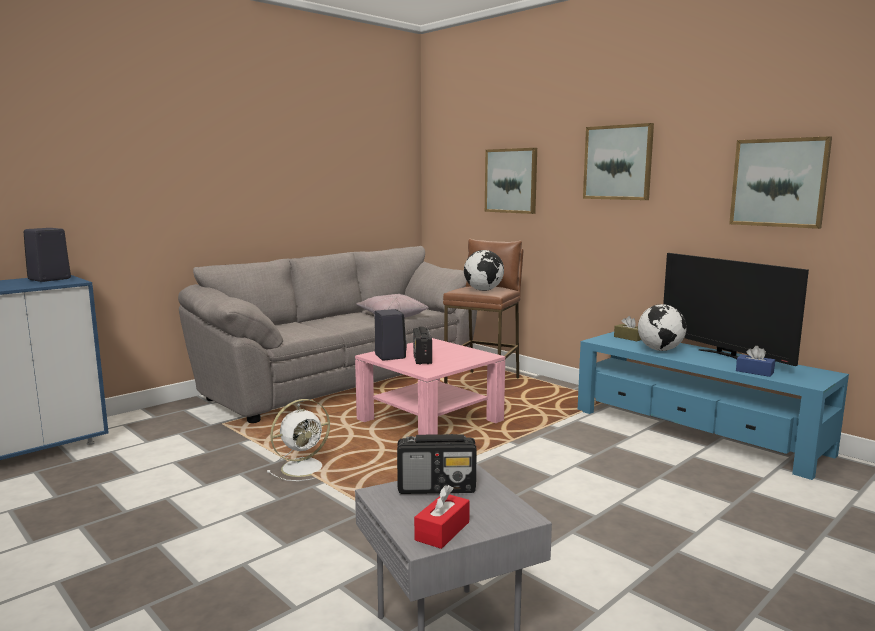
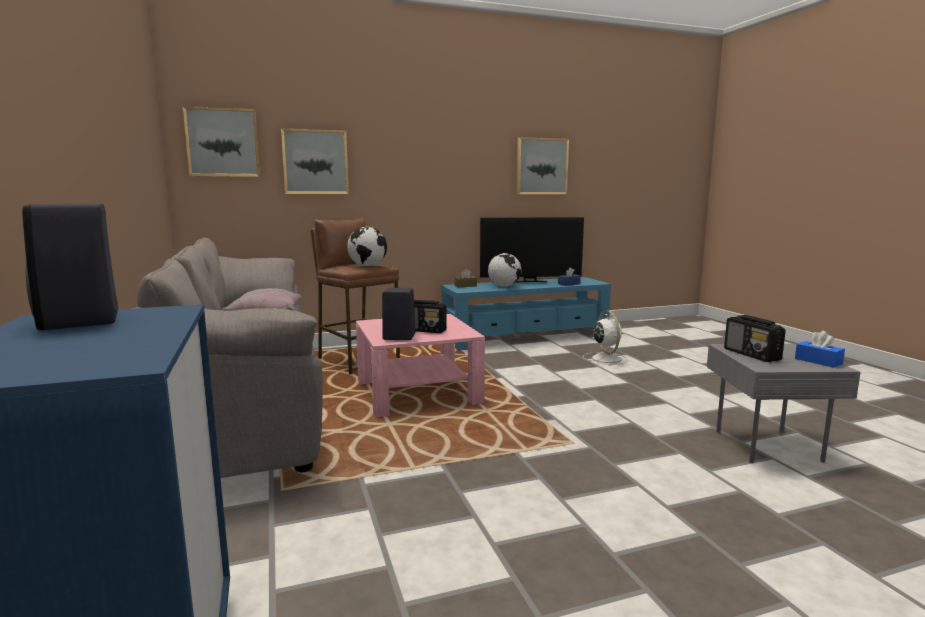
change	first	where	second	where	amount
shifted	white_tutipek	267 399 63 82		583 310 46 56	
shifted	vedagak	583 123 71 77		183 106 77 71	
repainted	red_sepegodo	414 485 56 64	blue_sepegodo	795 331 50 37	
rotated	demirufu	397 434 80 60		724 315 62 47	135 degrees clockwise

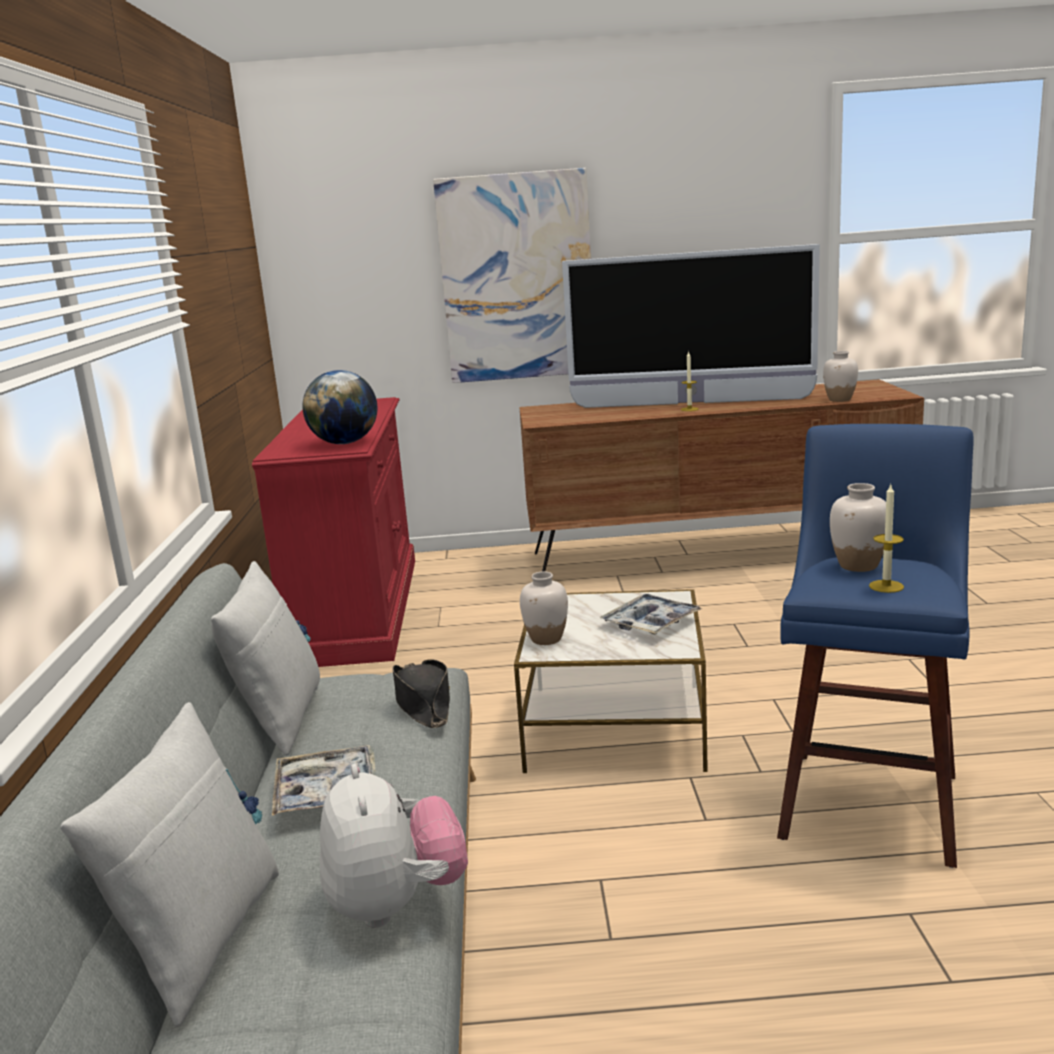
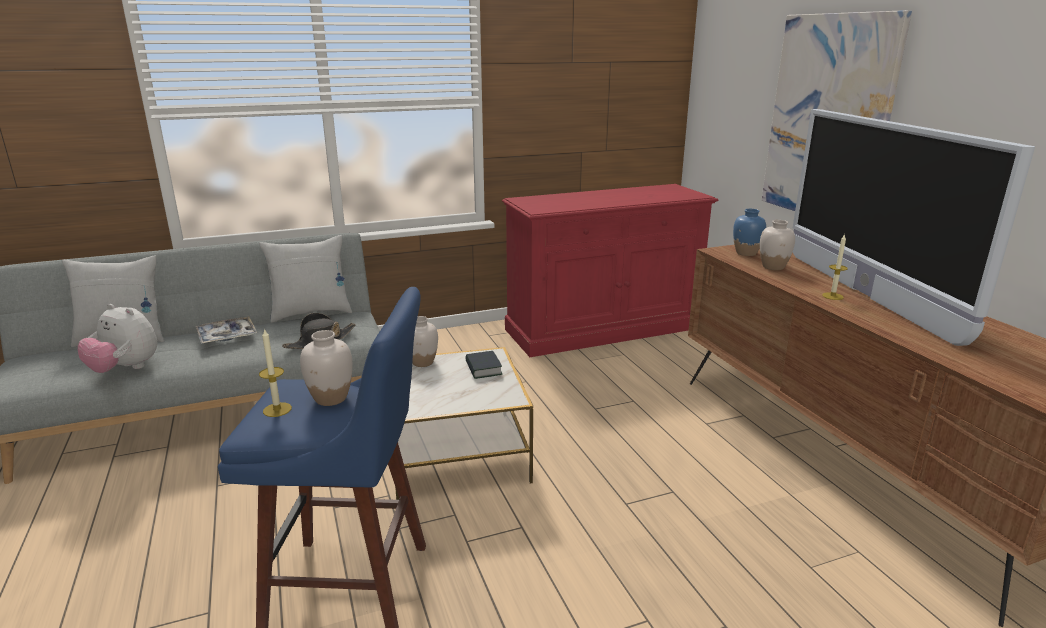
change	first	where	second	where	amount
gone	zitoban	303 370 74 74			
gone	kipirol	600 593 102 42			
new			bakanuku	465 351 37 28	
new			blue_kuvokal	733 209 33 47	
shifted	white_kuvokal	823 351 35 51		760 220 35 50	
rotated	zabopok	320 764 148 164		77 304 80 69	60 degrees clockwise

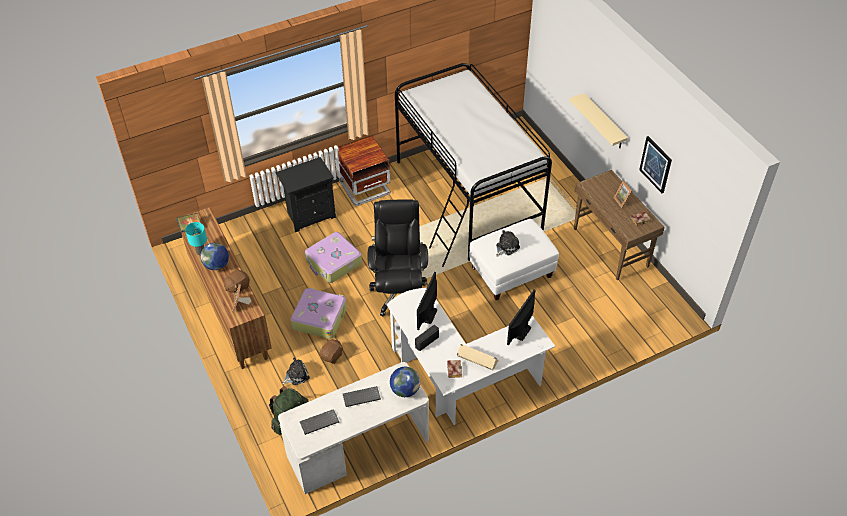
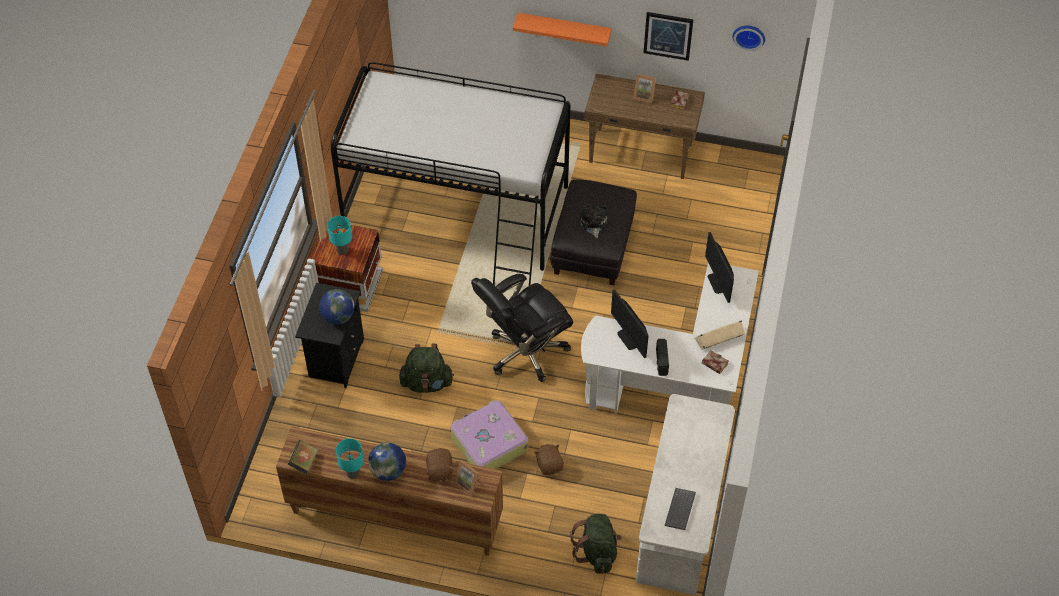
change	first	where	second	where	amount
gone	zabopok	282 358 28 27			
gone	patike	343 386 38 21			
new			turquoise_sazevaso	327 216 25 39	
new			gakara	733 26 32 25	
shifted	zitoban	390 367 30 30		319 289 35 35	
swapped	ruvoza	305 232 57 51	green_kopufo	399 344 55 49	
repainted	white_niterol	469 219 90 81	black_niterol	551 180 86 105	
repainted	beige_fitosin	570 93 58 55	orange_fitosin	513 13 99 33	
rotated	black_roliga	367 199 61 118		471 274 102 108	75 degrees counterclockwise

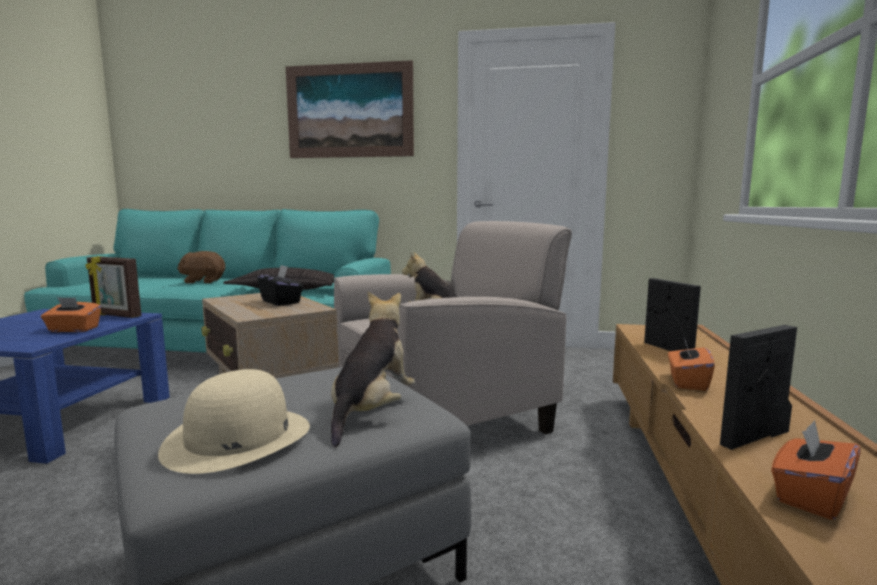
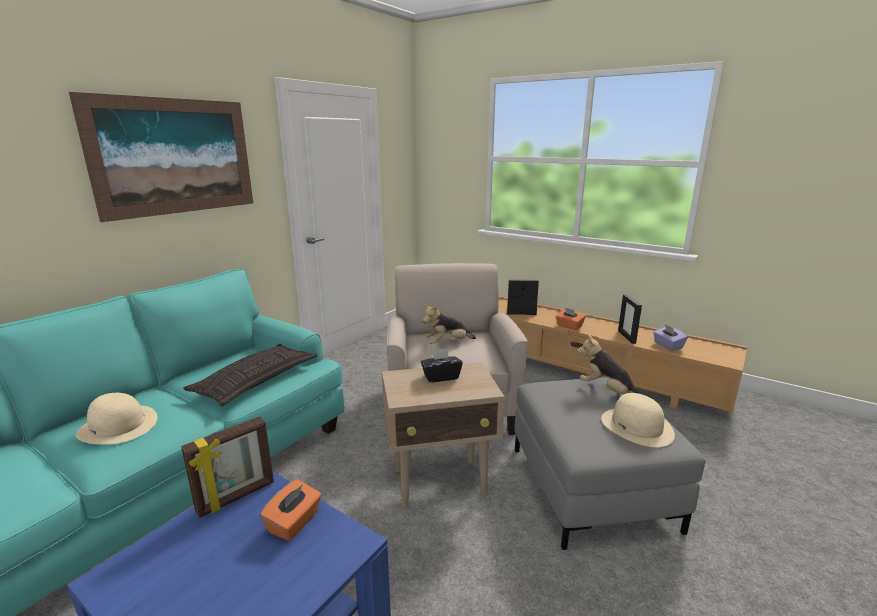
change	first	where	second	where	amount
swapped	brown_zabopok	177 251 48 32	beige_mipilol	76 393 81 52	
repainted	orange_sepegodo	771 420 90 100	purple_sepegodo	653 324 35 27	

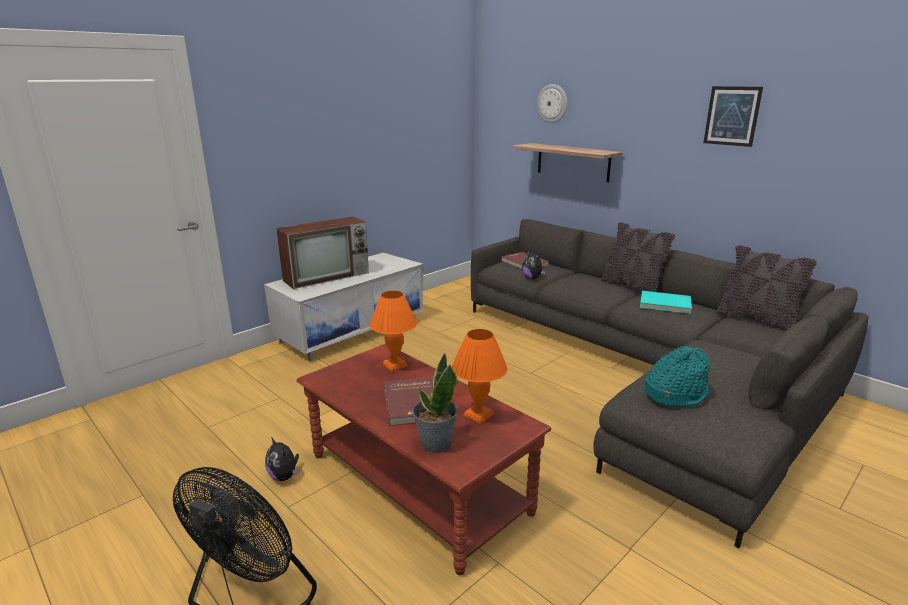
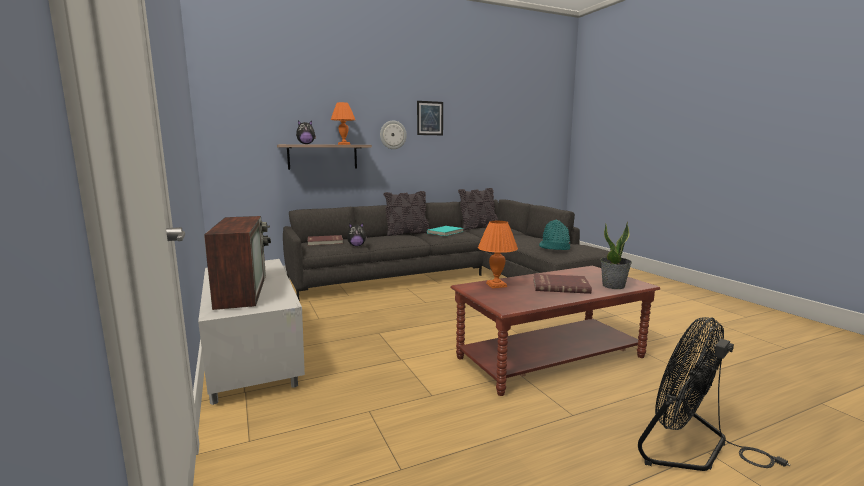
change	first	where	second	where	amount
shifted	zabopok	265 437 34 44		296 121 20 23	
shifted	orange_sazevaso	452 329 56 95		331 102 24 43	
shifted	gakara	537 84 30 39		380 120 27 29	

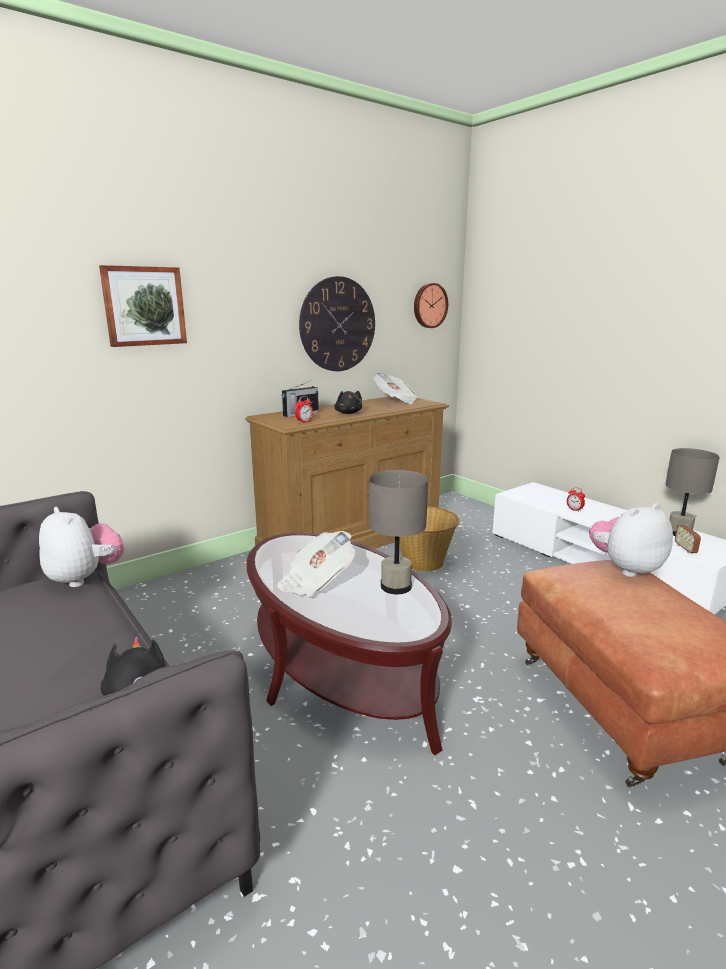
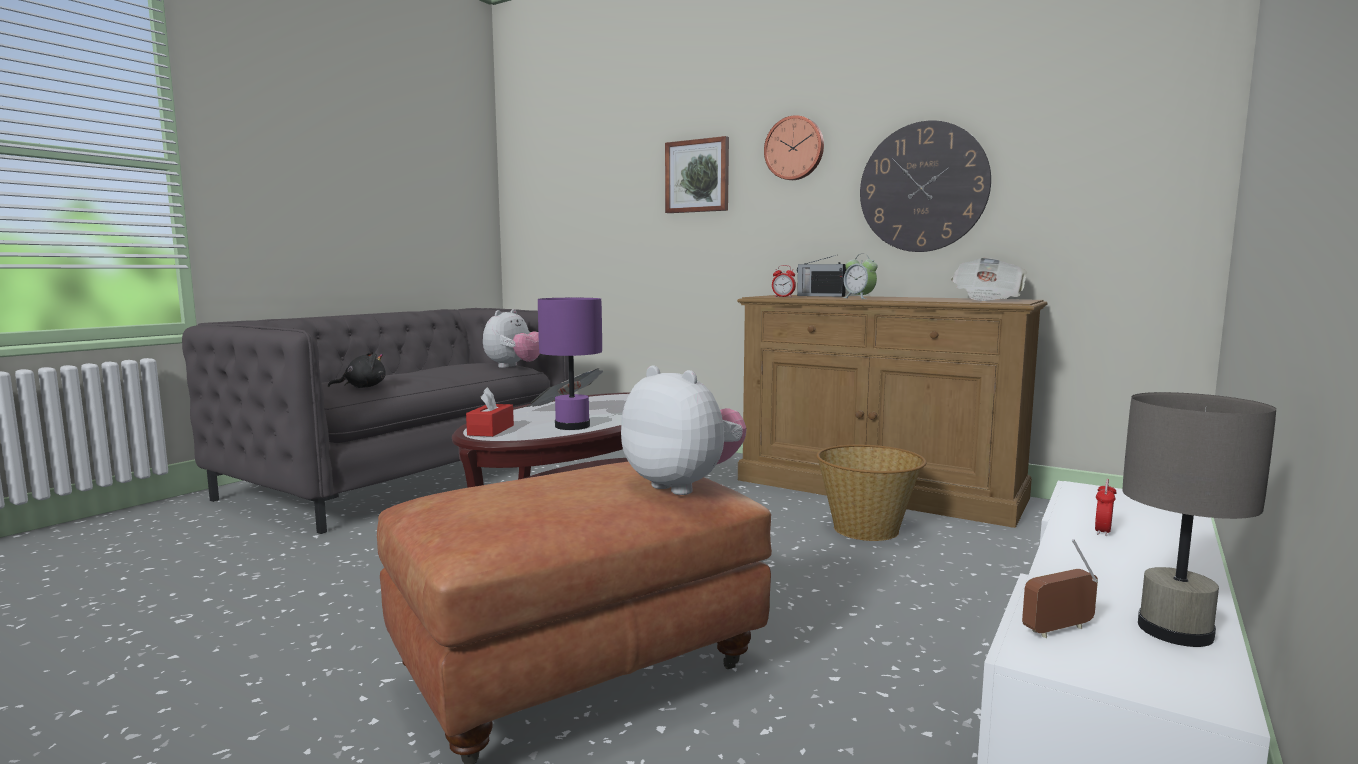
change	first	where	second	where	amount
new			red_sepegodo	466 387 48 50	
shifted	gakara	414 283 34 45		764 115 60 65	
swapped	black_zabopok	334 391 28 23	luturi	843 254 35 45	
repainted	grey_sazevaso	369 470 59 124	purple_sazevaso	538 298 64 132	

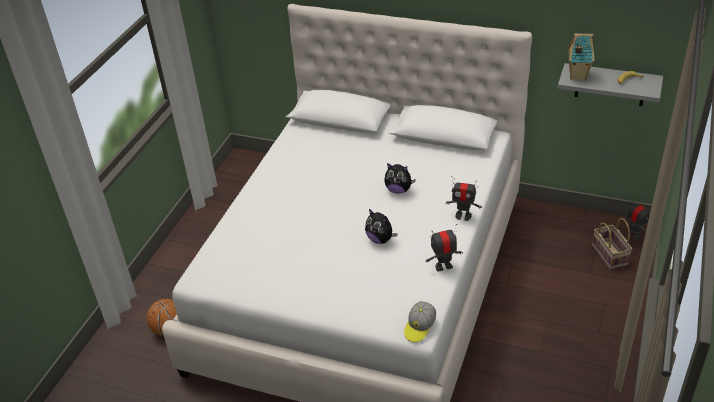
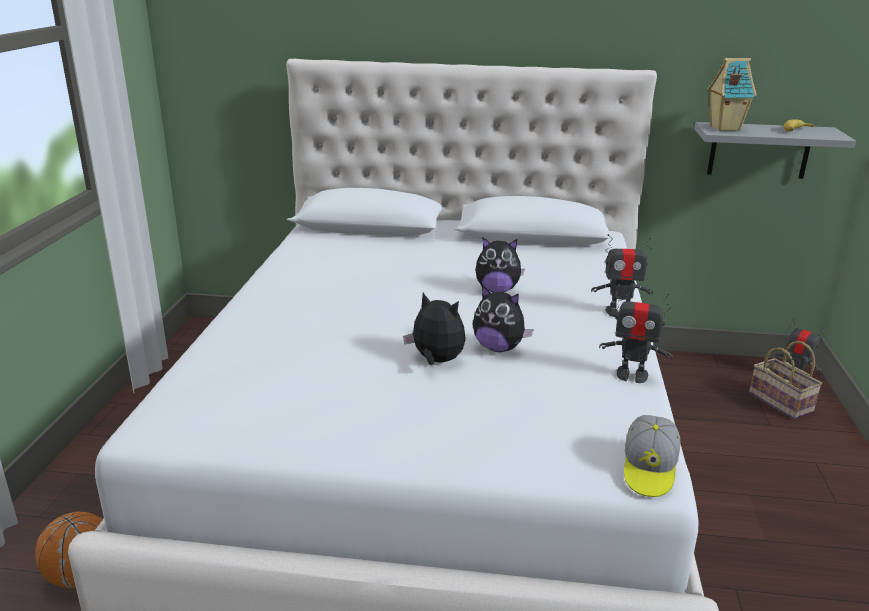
change	first	where	second	where	amount
new			zabopok	403 293 63 72	
rotated	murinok	426 224 37 48		599 284 74 99	135 degrees counterclockwise

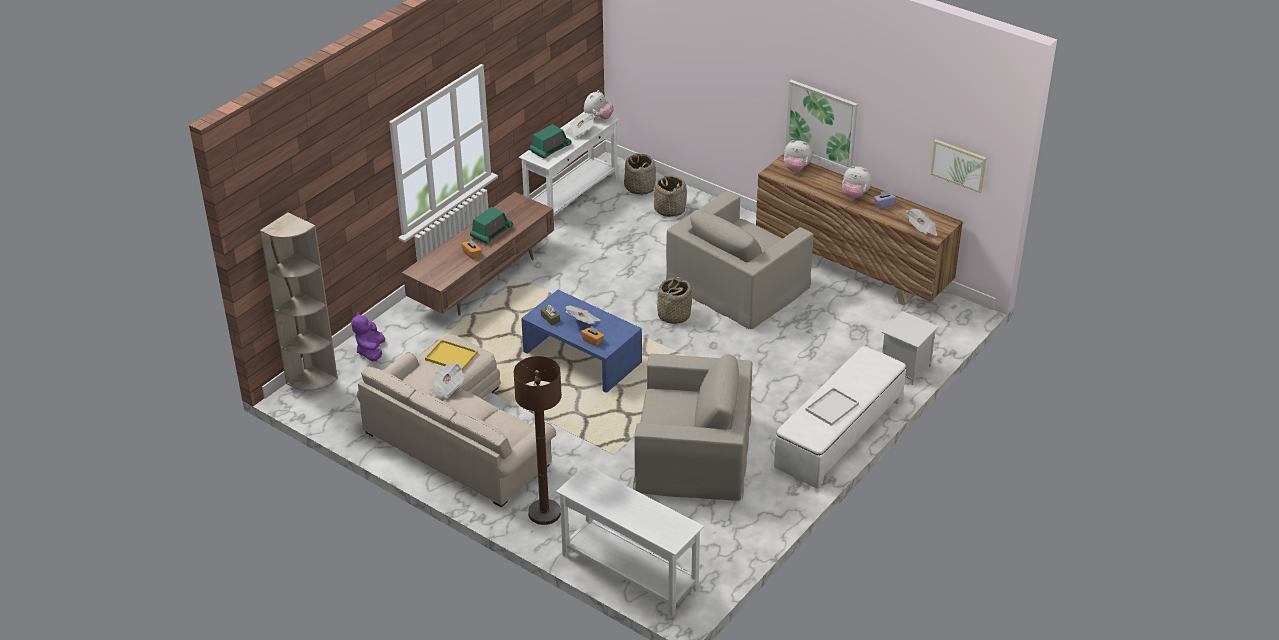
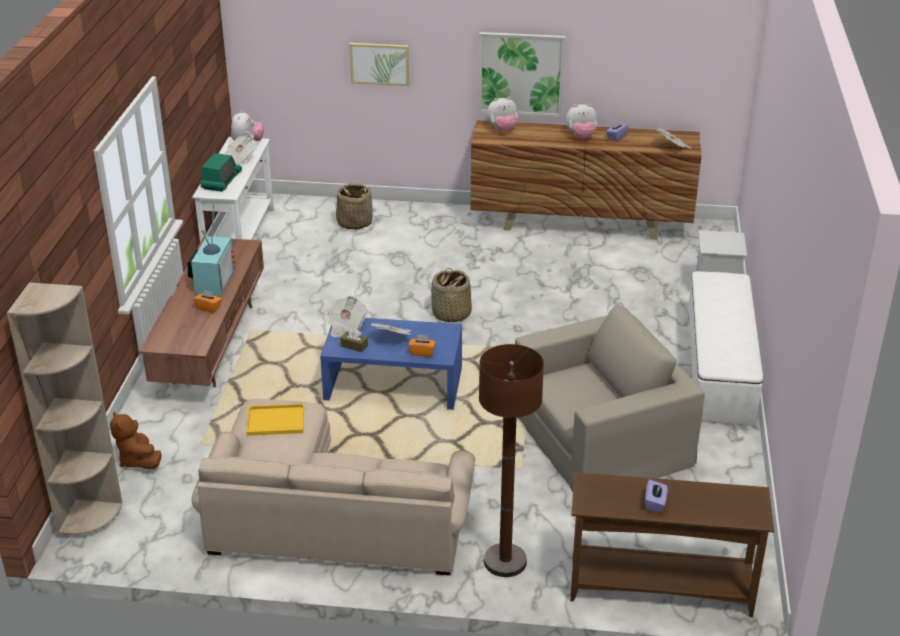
change	first	where	second	where	amount
gone	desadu	624 153 32 42			
gone	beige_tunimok	666 191 147 138			
gone	white_kipirol	805 387 54 39			
new			purple_sepegodo	645 479 23 33	
shifted	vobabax	429 363 35 35		328 296 39 41	
shifted	vedagak	931 140 55 53		349 43 60 43	
swapped	demirufu	470 207 43 37	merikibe	188 205 47 92	
repainted	purple_zabopok	351 312 34 50	brown_zabopok	110 411 52 58	
repainted	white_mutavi	556 465 148 151	brown_mutavi	570 472 204 145	

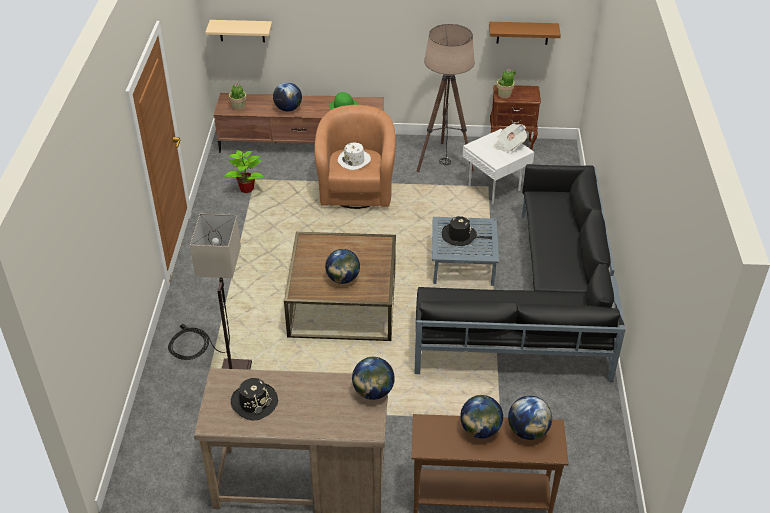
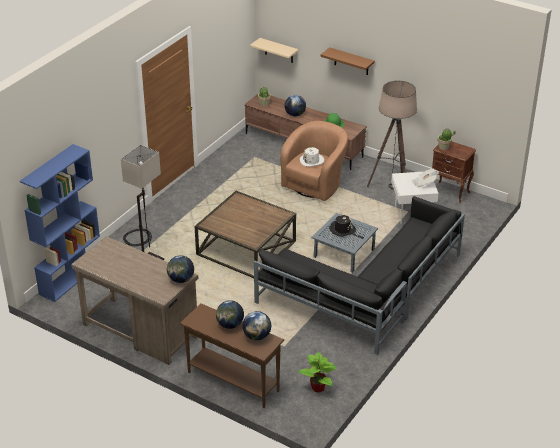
change	first	where	second	where	amount
gone	black_mipilol	231 378 47 43			
gone	zitoban	325 249 35 35			
new			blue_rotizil	20 144 80 158	
shifted	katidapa	224 149 41 44		298 352 39 41	
shifted	brown_fitosin	489 22 72 23		321 47 54 28	

